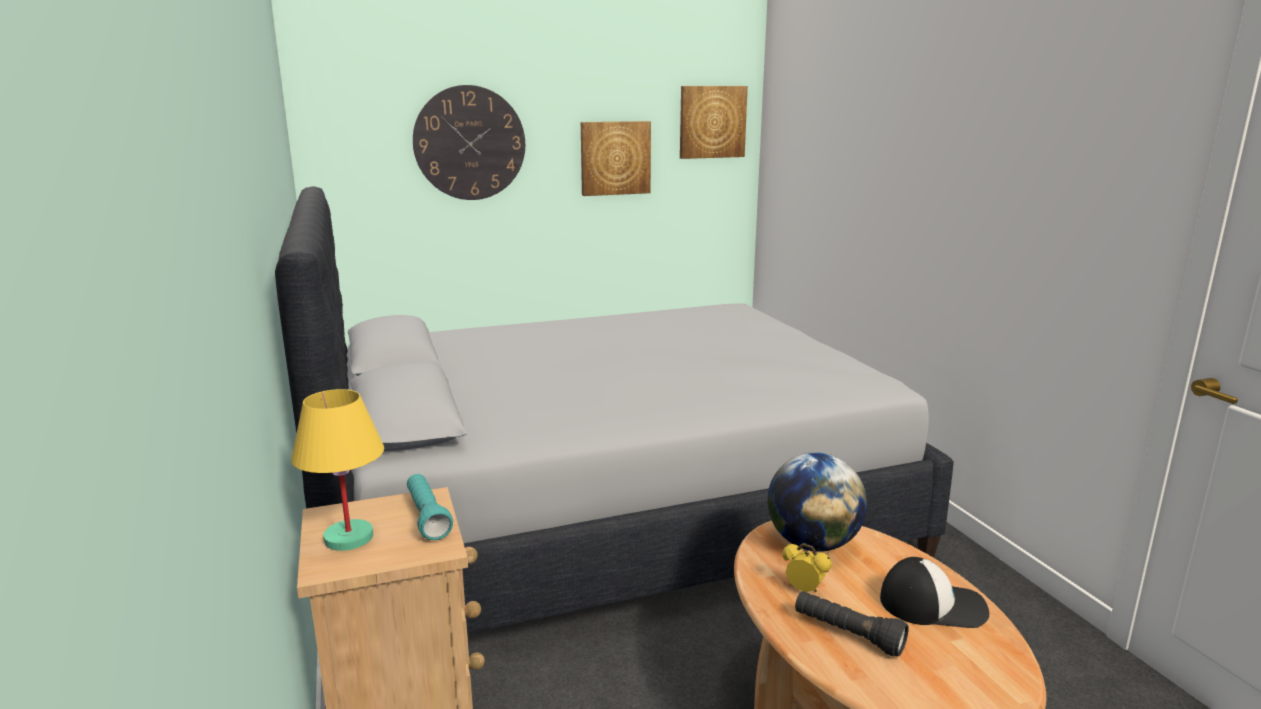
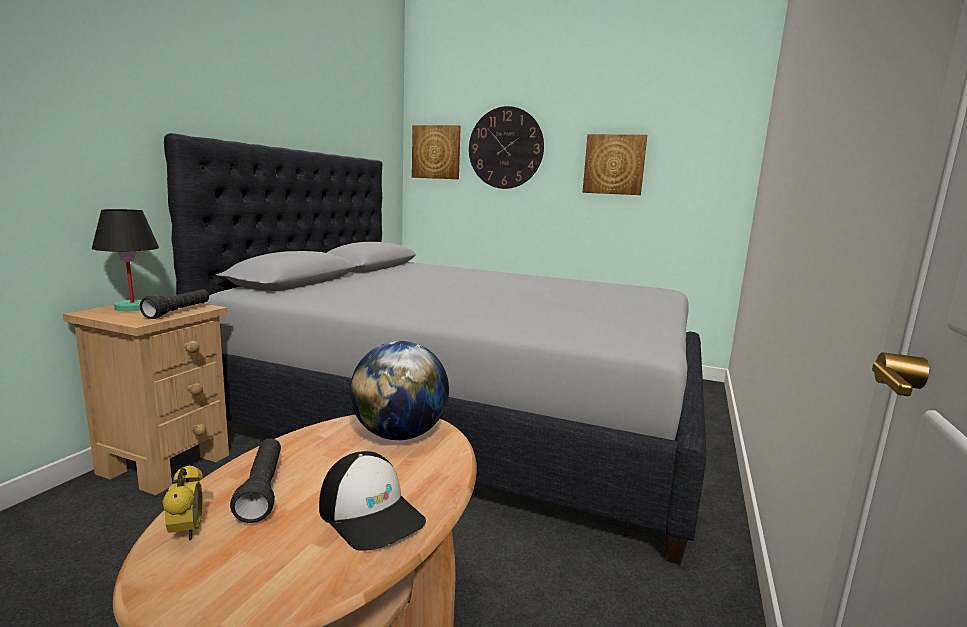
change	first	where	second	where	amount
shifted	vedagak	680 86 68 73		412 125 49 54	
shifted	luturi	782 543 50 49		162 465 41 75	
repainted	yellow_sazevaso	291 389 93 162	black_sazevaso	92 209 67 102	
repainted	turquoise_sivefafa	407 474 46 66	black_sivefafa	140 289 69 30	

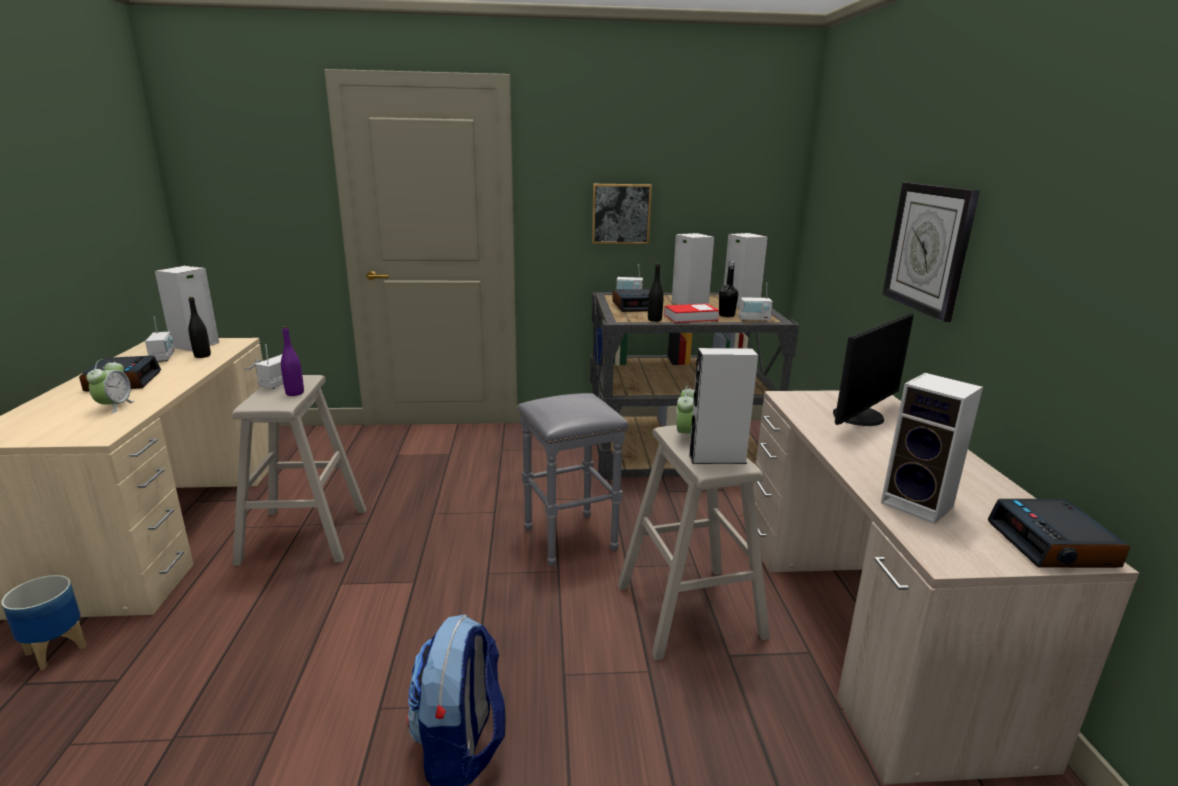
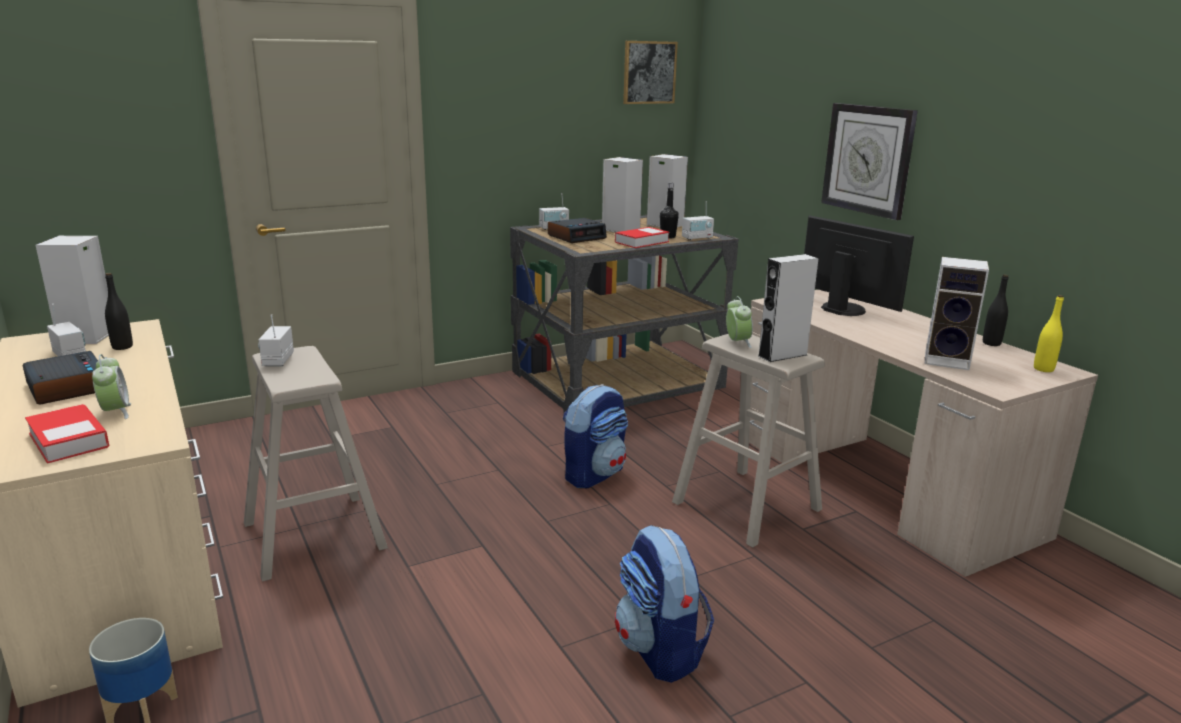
change	first	where	second	where	amount
gone	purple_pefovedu	281 326 23 70			
new			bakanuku	25 404 84 60	
shifted	vedagak	592 184 60 60		623 41 55 63	
shifted	black_pefovedu	648 263 16 59		983 274 25 72	
swapped	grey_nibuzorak	518 393 110 173	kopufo	563 384 65 104	
swapped	luturi	987 499 143 69	yellow_pefovedu	1034 295 30 77	
rotated	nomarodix	833 313 81 113		804 215 110 101	60 degrees counterclockwise

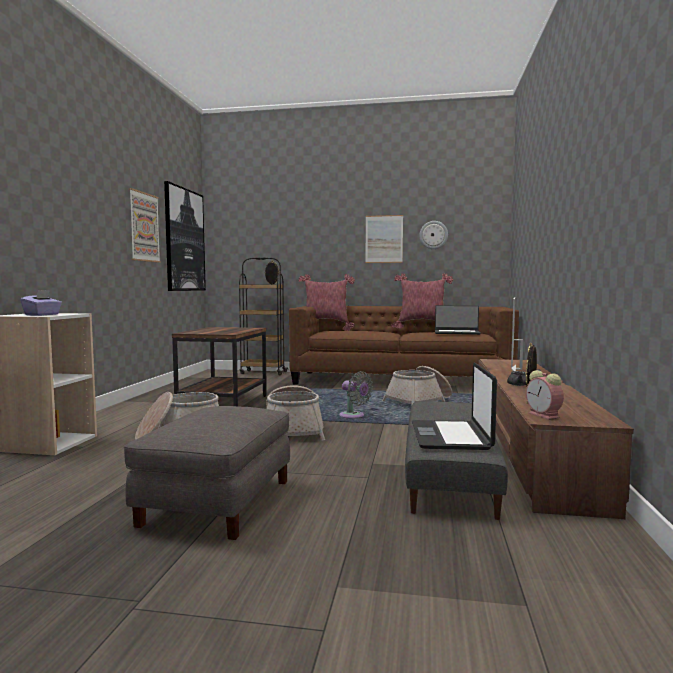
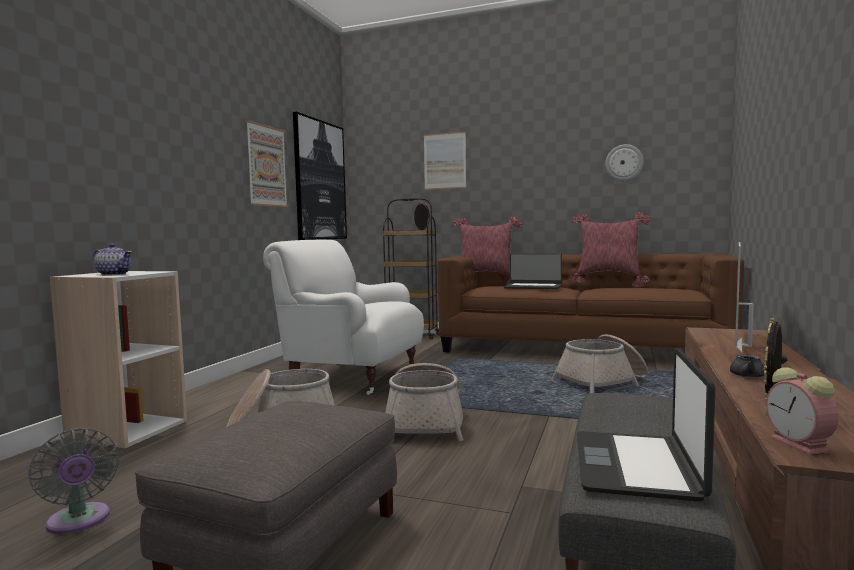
change	first	where	second	where	amount
shifted	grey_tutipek	339 371 34 47		28 428 91 106	
shifted	vedagak	365 215 38 48		424 131 42 59	
shifted	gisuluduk	435 305 46 30		504 253 58 36	
swapped	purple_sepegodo	20 290 42 26	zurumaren	93 244 39 32	
swapped	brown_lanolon	172 327 95 79	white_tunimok	263 240 161 155	

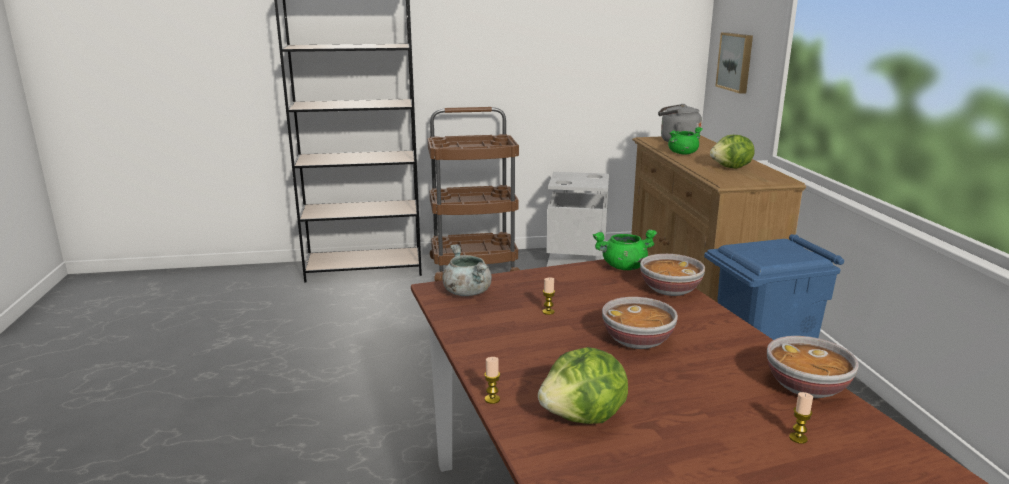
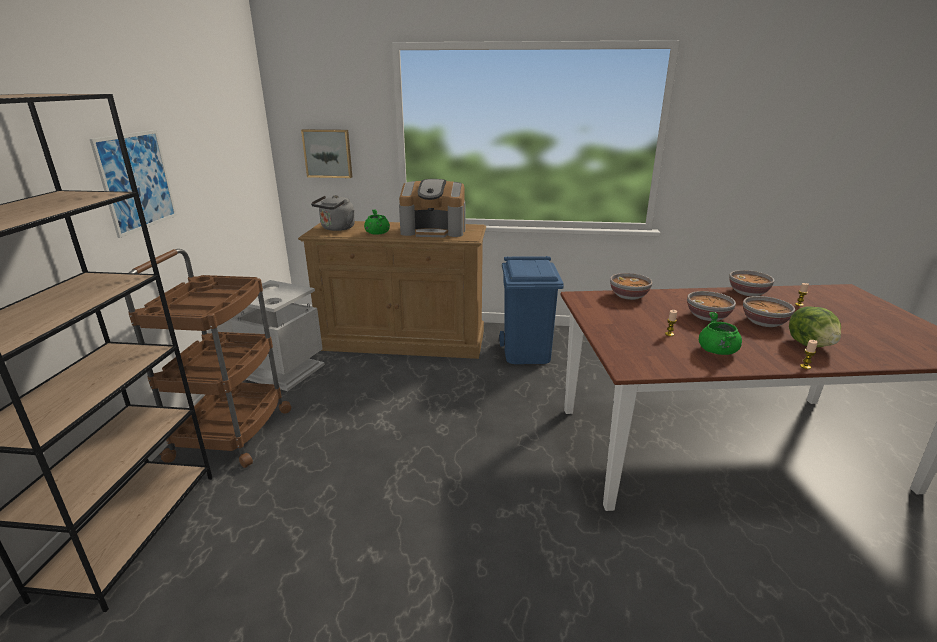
change	first	where	second	where	amount
gone	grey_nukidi	443 244 49 52			
new			vedagak	90 130 87 108	
new			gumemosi	743 296 52 31	
shifted	green_nukidi	593 229 64 41		699 312 43 43	
swapped	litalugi	710 135 45 34	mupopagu	399 179 66 58	

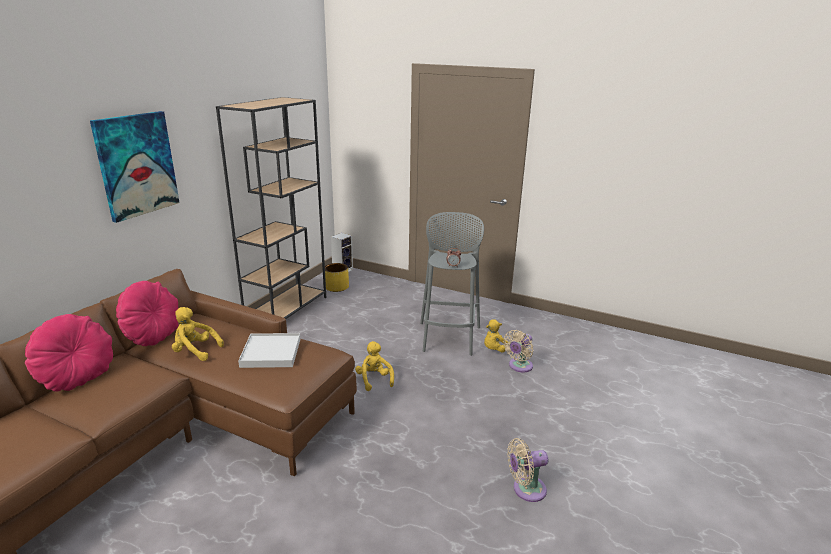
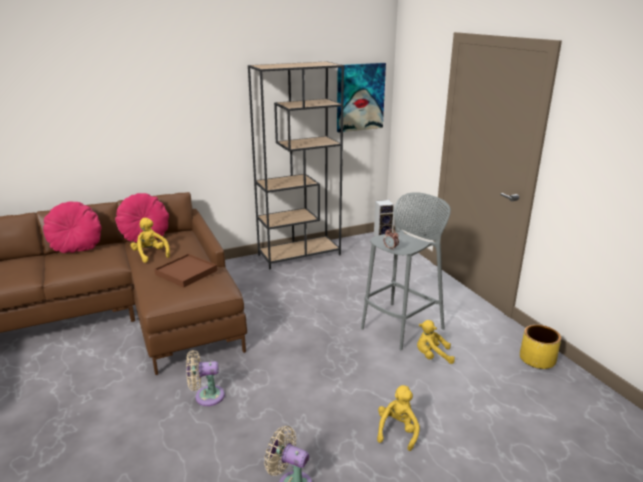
change	first	where	second	where	amount
shifted	vedagak	90 111 90 112		337 63 49 70	
shifted	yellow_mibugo	325 263 24 29		520 325 41 44	
shifted	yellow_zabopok	355 341 39 50		377 385 43 66	
shifted	beige_tutipek	503 330 31 42		186 350 39 56	
repainted	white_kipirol	238 333 62 35	brown_kipirol	154 254 63 34	

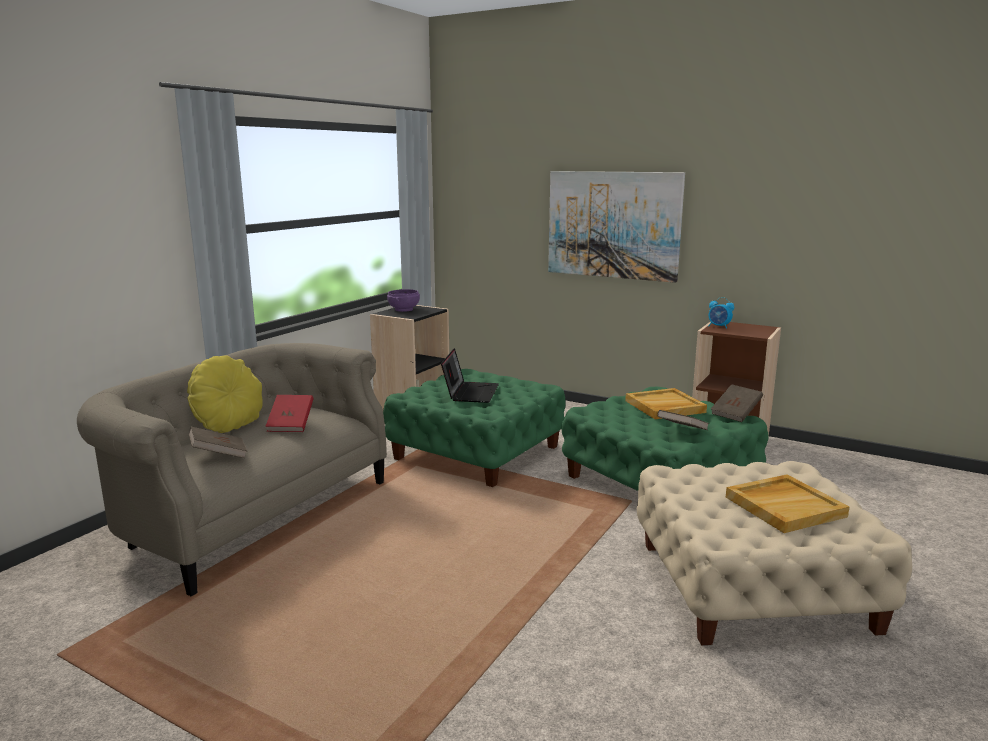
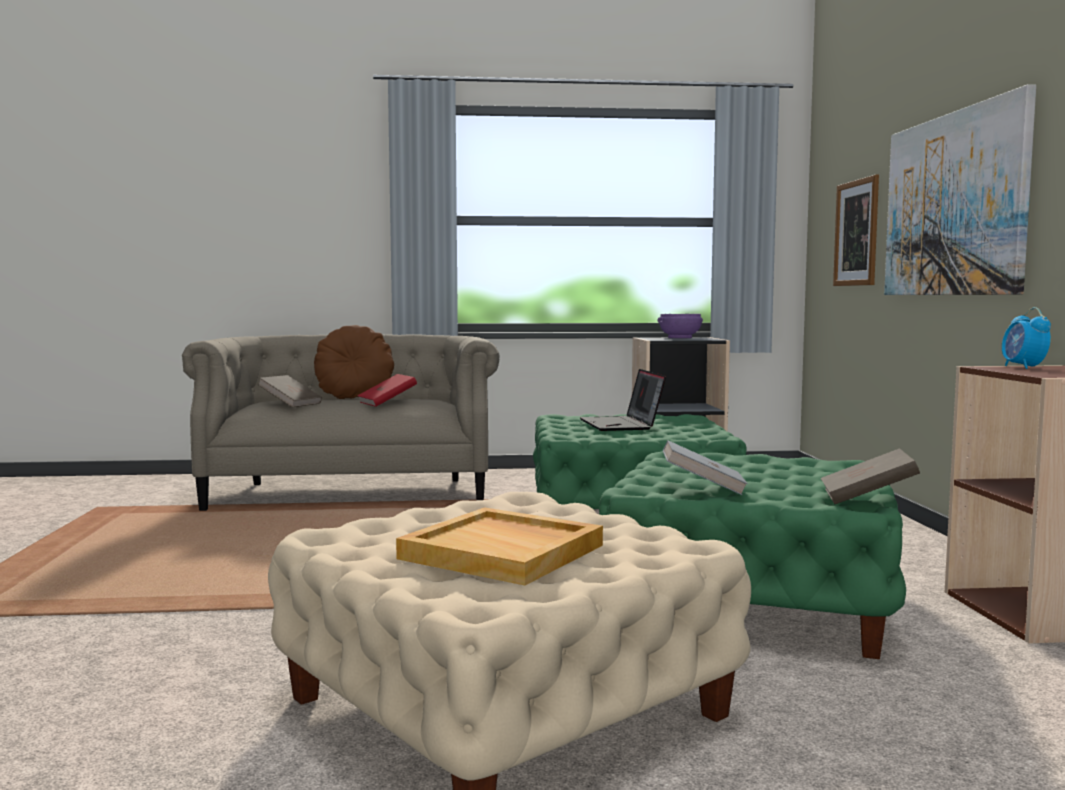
change	first	where	second	where	amount
gone	beige_kipirol	625 388 82 31			
new			vedagak	833 175 46 111	
repainted	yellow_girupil	187 355 76 78	brown_girupil	314 325 80 74	
repainted	brown_bakanuku	657 410 52 20	grey_bakanuku	663 440 85 55	
rotated	gisuluduk	441 348 58 55		580 369 86 62	105 degrees clockwise

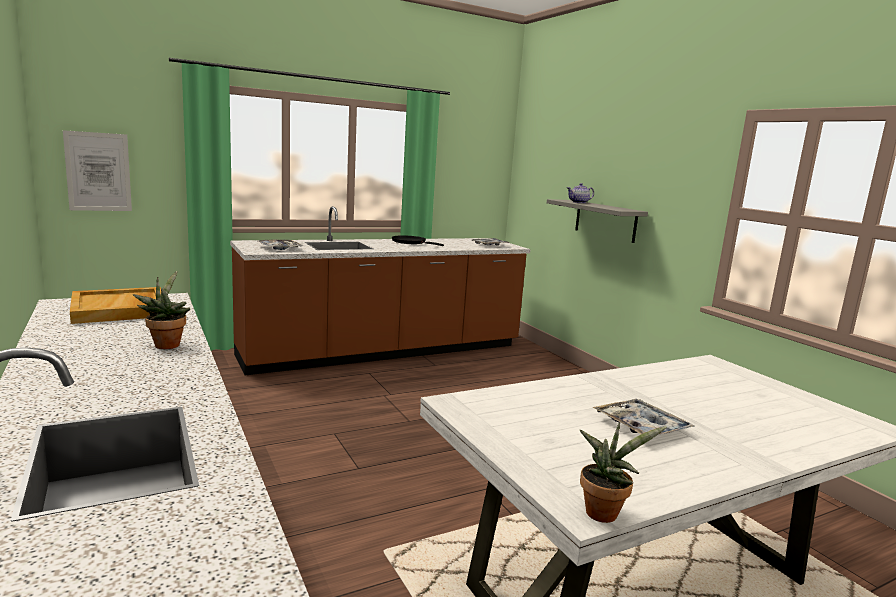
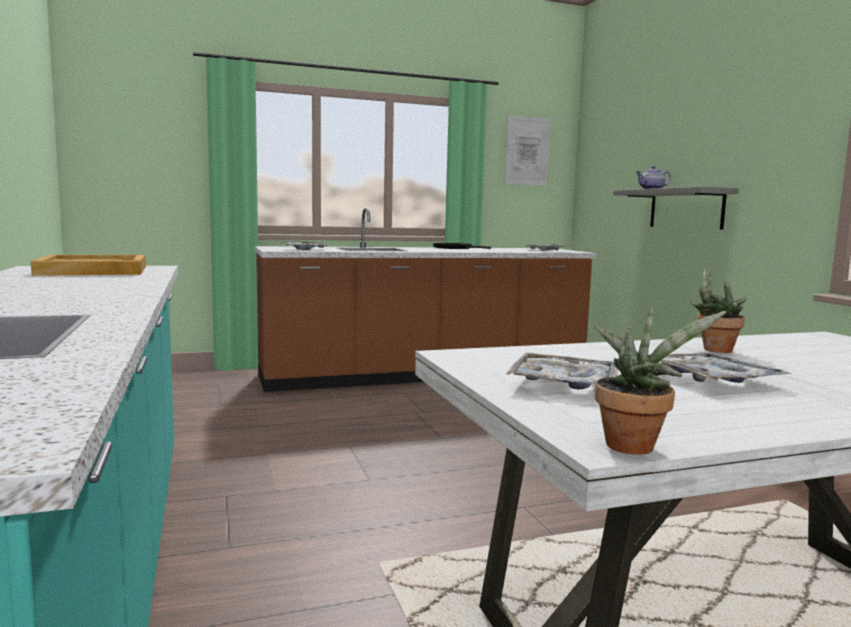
change	first	where	second	where	amount
new			kipirol	506 352 113 37	
shifted	vedagak	63 130 69 81		504 115 47 71	
shifted	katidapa	133 271 57 78		690 268 57 85	

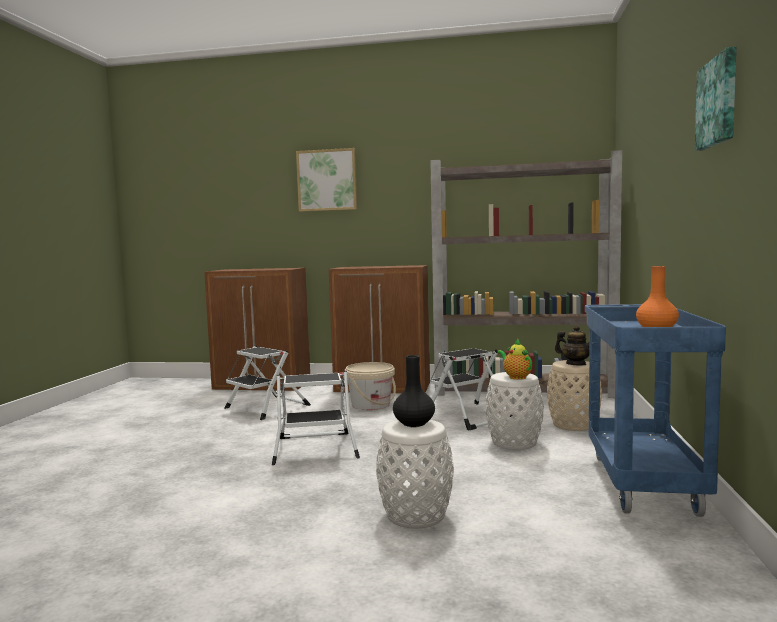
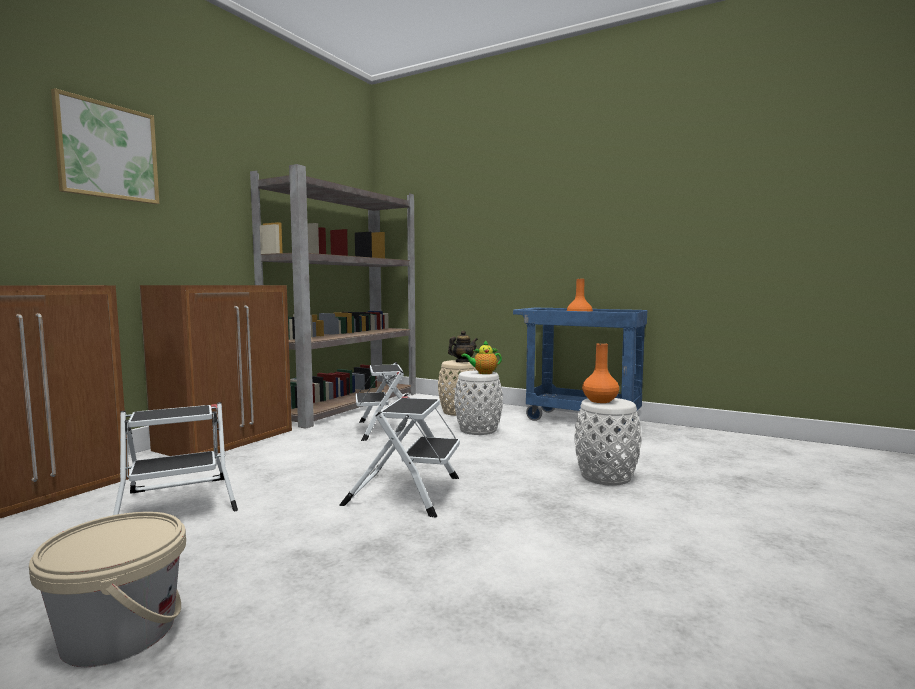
change	first	where	second	where	amount
gone	vedagak	695 47 41 104			
shifted	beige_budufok	345 362 51 48		29 512 157 155	
repainted	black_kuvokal	393 355 42 72	orange_kuvokal	582 343 37 60	

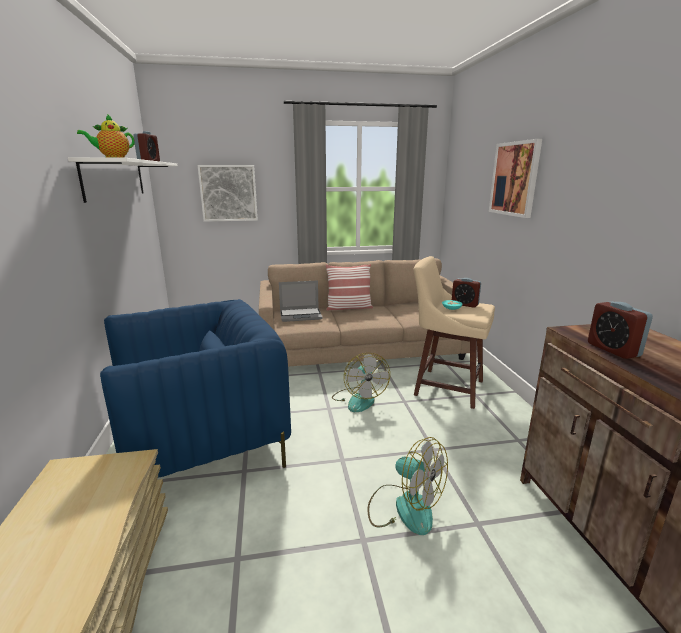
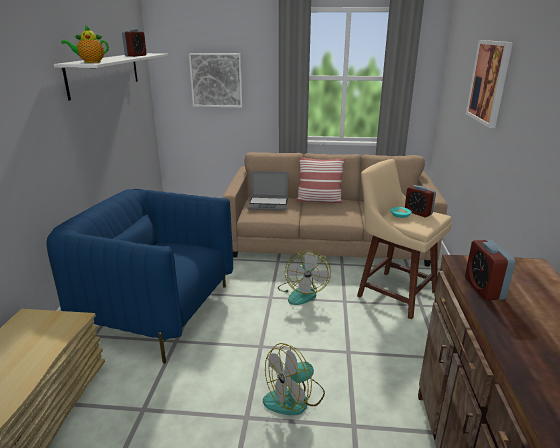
change	first	where	second	where	amount
rotated	blue_tunimok	100 299 191 178		47 189 186 175	150 degrees counterclockwise
rotated	tutipek	367 437 81 98		263 343 62 72	90 degrees clockwise

